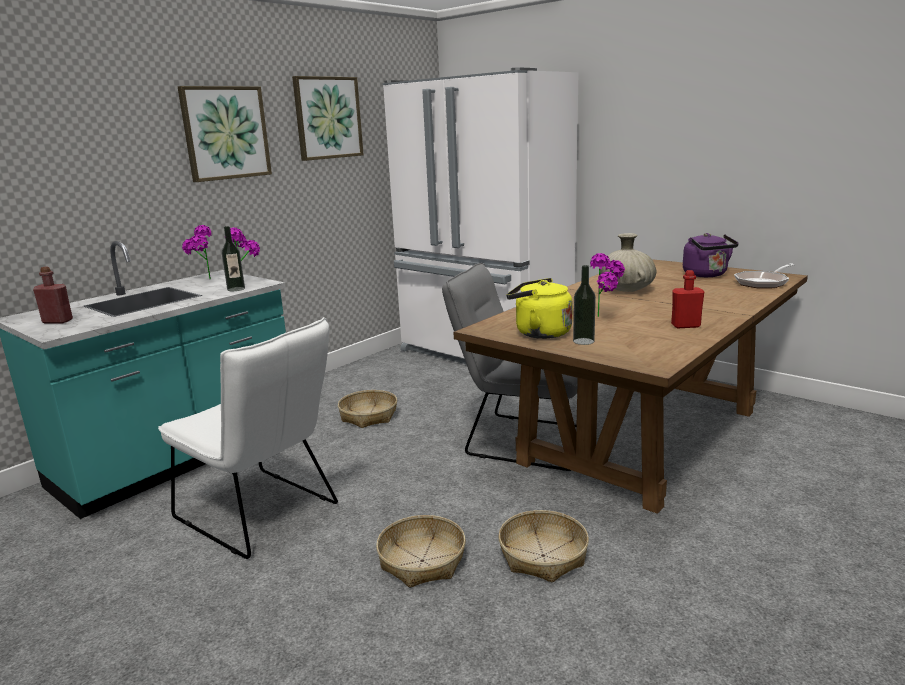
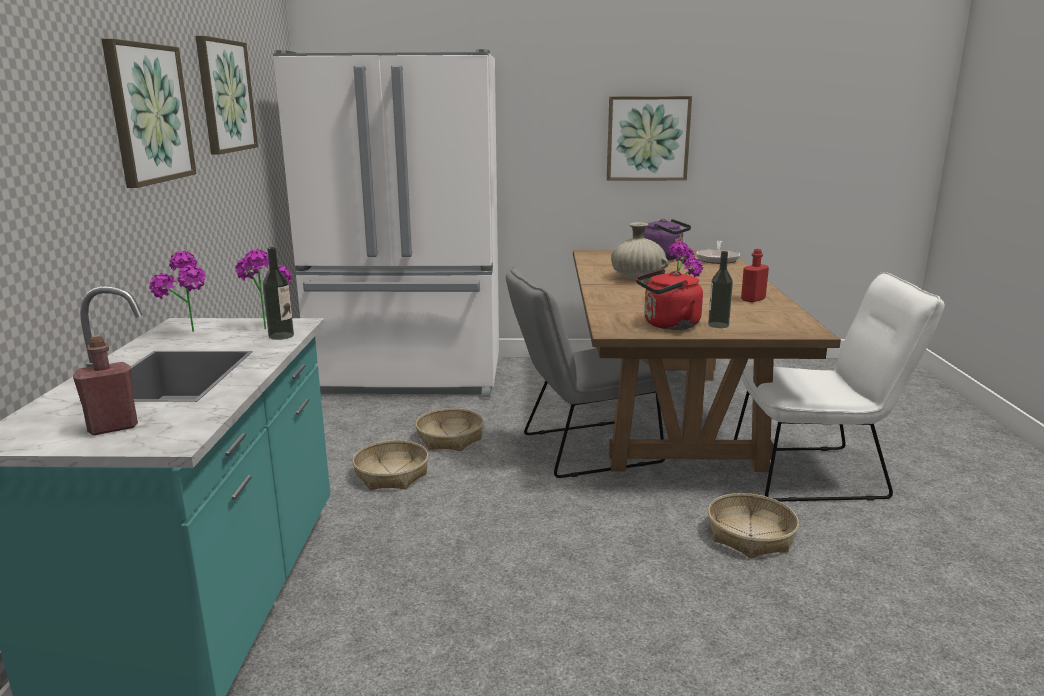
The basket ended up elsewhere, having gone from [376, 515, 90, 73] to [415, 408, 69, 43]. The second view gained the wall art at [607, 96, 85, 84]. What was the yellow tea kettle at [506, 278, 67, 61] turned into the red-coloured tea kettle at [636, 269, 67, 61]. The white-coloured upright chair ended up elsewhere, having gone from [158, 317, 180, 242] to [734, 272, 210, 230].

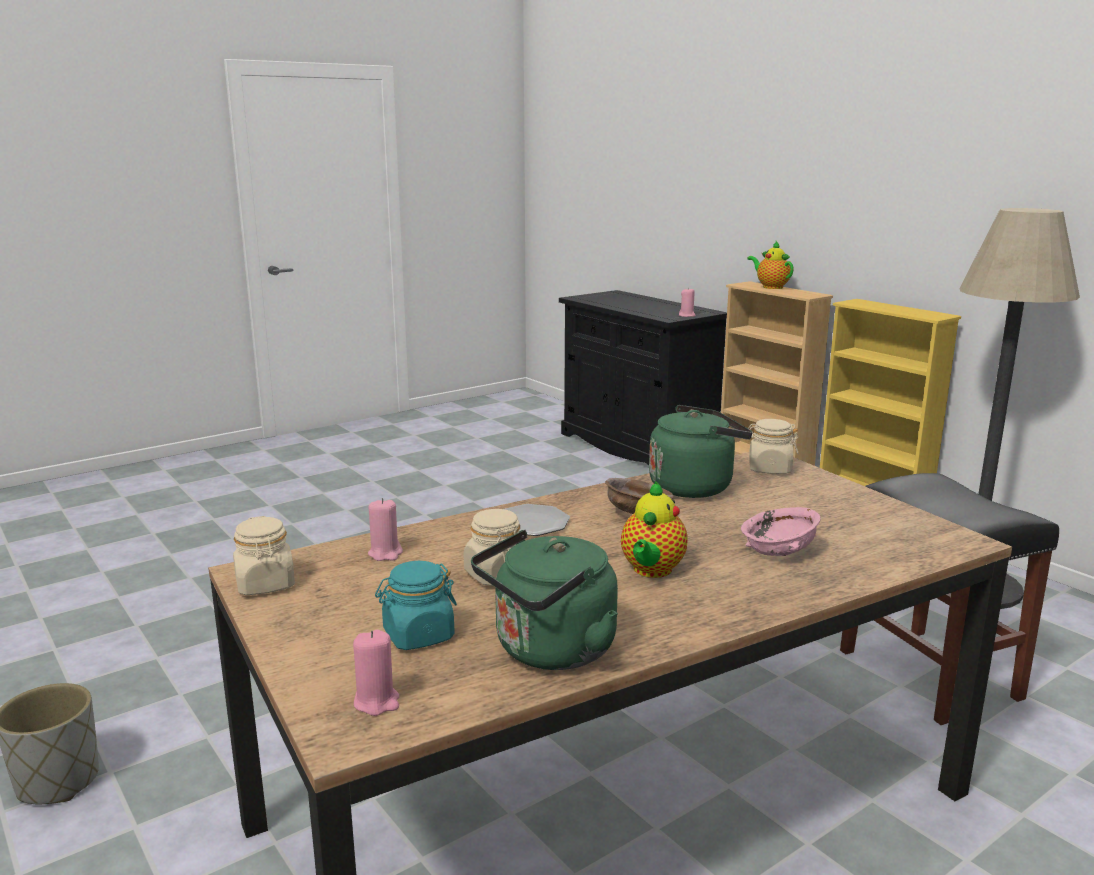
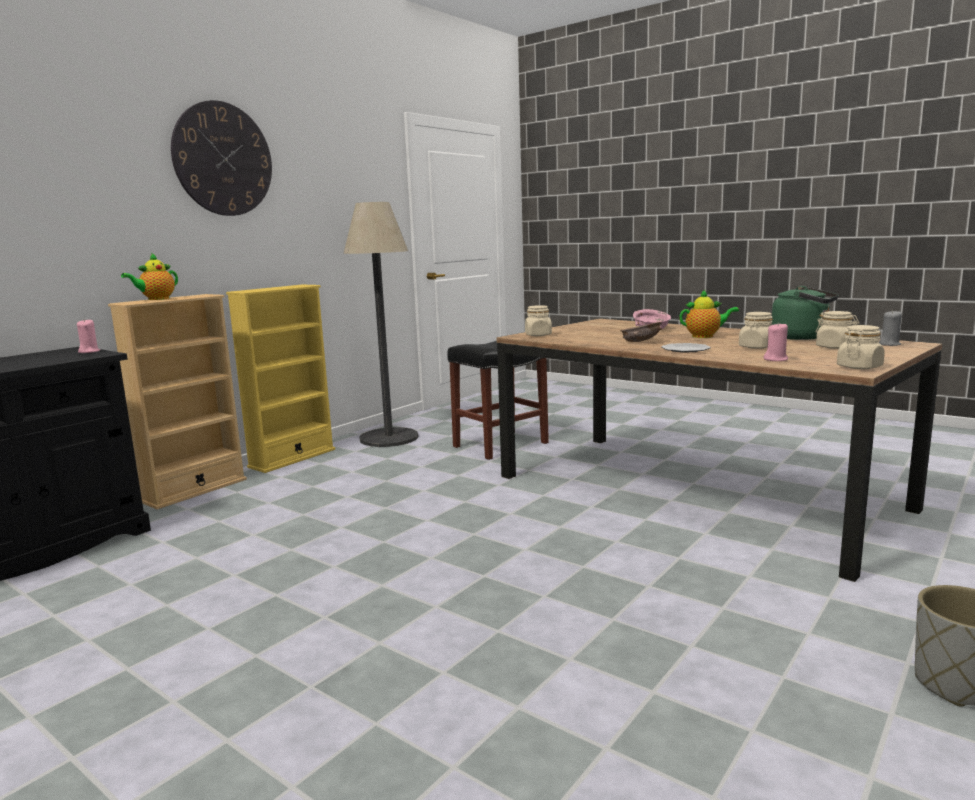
The second view gained the clock on the wall at [171, 100, 101, 116]. What was the turquoise jar at [375, 561, 82, 89] turned into the sand-coloured jar at [816, 311, 43, 38]. What was the pink-coloured candle at [353, 630, 46, 86] turned into the gray candle at [878, 310, 24, 36]. The second view lost the green tea kettle at [649, 405, 103, 93].

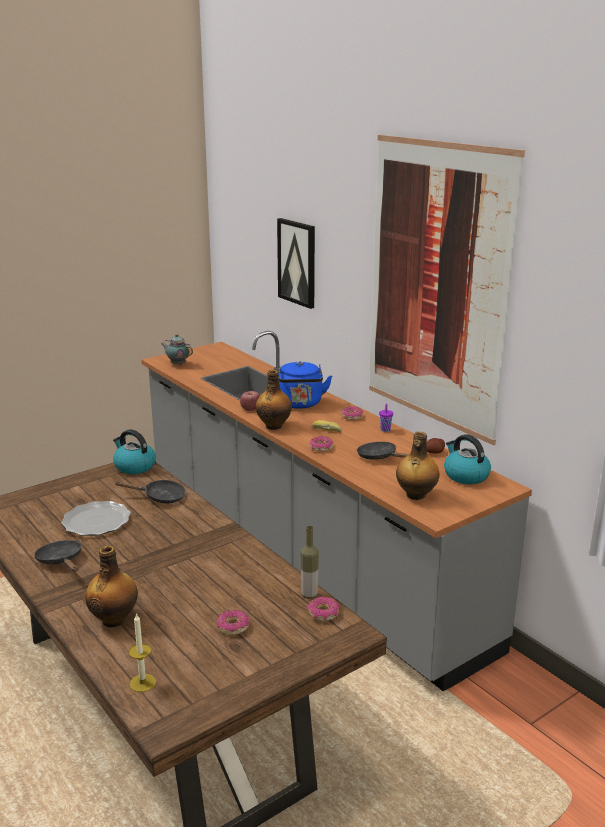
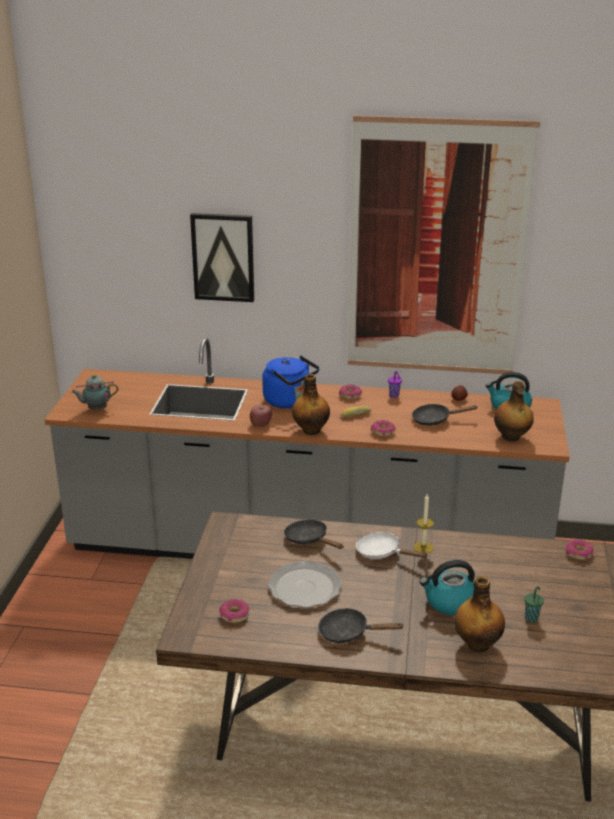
The doughnut ended up elsewhere, having gone from [217, 609, 32, 26] to [219, 599, 30, 24]. The black-coloured pan at [116, 480, 70, 23] ended up facing another way, 90 degrees counterclockwise from before. The second view gained the white-coloured pan at [356, 532, 71, 27]. The candle ended up elsewhere, having gone from [128, 613, 28, 79] to [414, 494, 20, 59]. The tea kettle ended up elsewhere, having gone from [113, 429, 43, 45] to [420, 560, 55, 56]. The second view gained the green small cup at [525, 586, 19, 37]. The second view lost the beverage bottle at [301, 526, 18, 73].

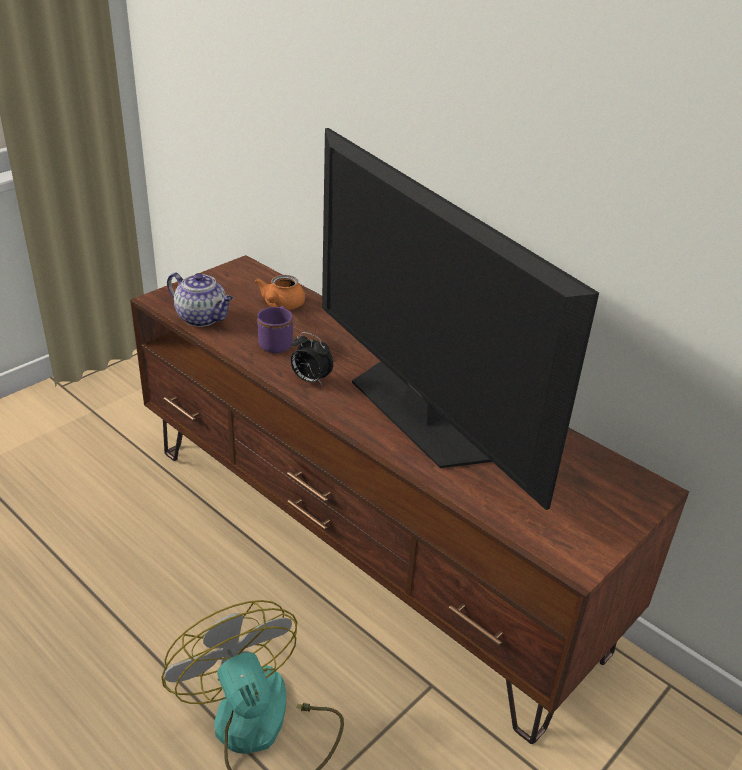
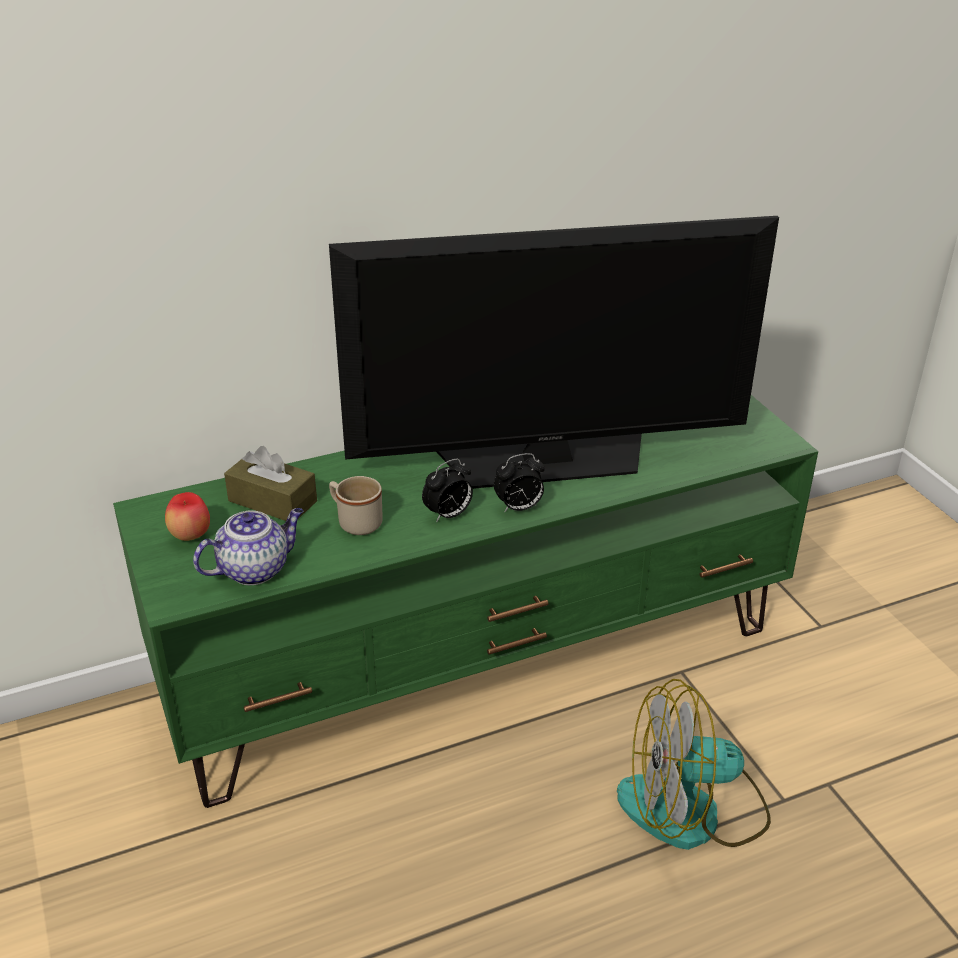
What was the brown-coloured tv stand at [130, 255, 559, 489] turned into the green tv stand at [113, 395, 705, 413]. The second view gained the whole apple at [165, 492, 45, 49]. Where the orange tea pot stood at [255, 275, 50, 35], the brown-coloured tissue box came to stand at [224, 446, 93, 75]. What was the purple mug at [257, 306, 36, 47] turned into the sand-coloured mug at [329, 476, 54, 59]. The second view gained the table clock at [494, 453, 51, 59].

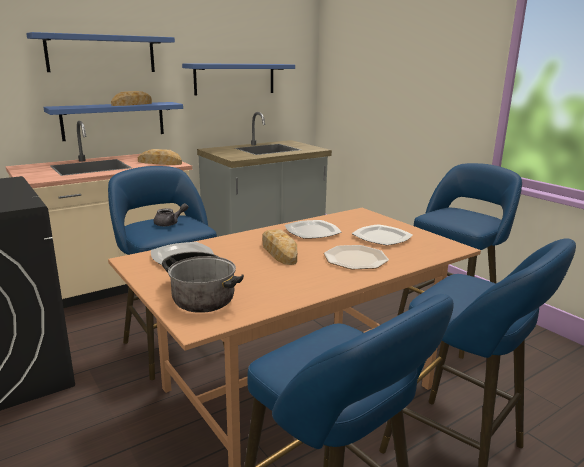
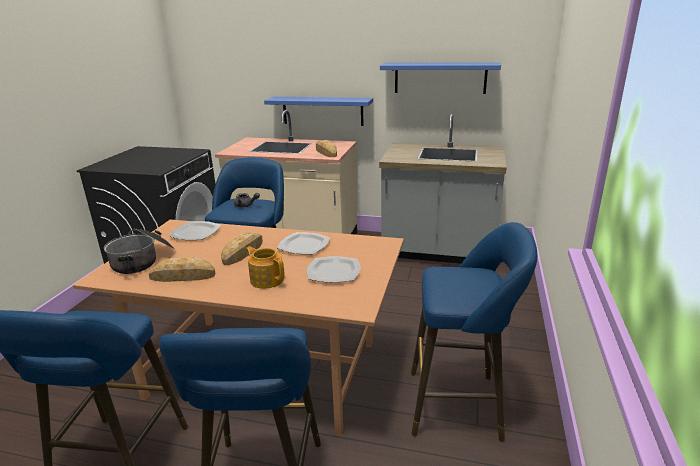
The bread ended up elsewhere, having gone from [111, 91, 41, 15] to [149, 257, 67, 25]. Where the plate stood at [324, 245, 65, 24], the tea pot came to stand at [246, 246, 39, 43]. The second view lost the bluish bracket shelf at [26, 32, 149, 40].

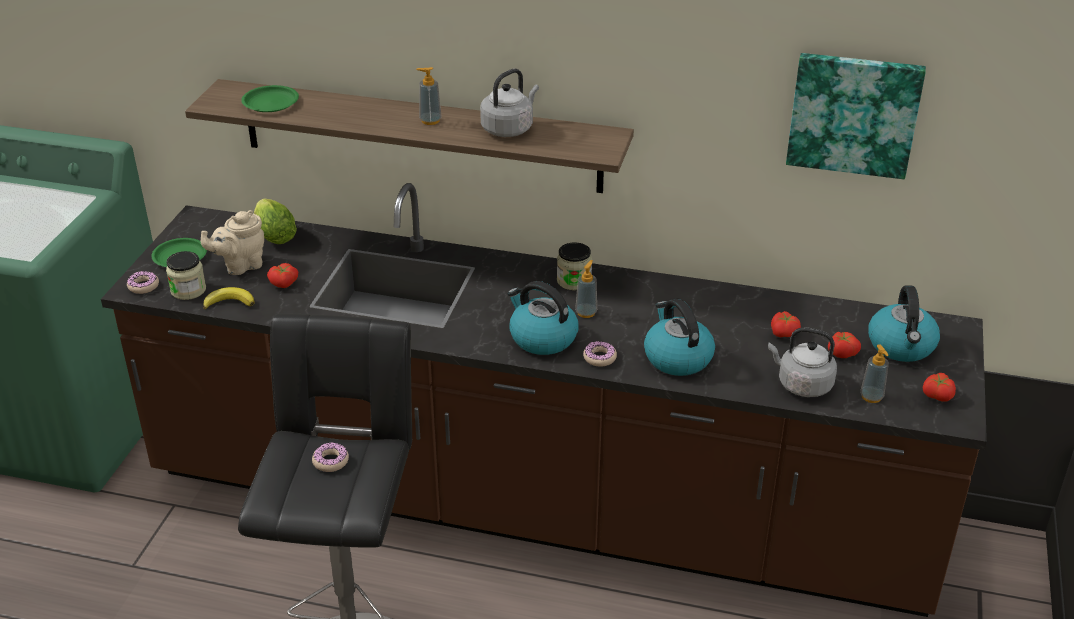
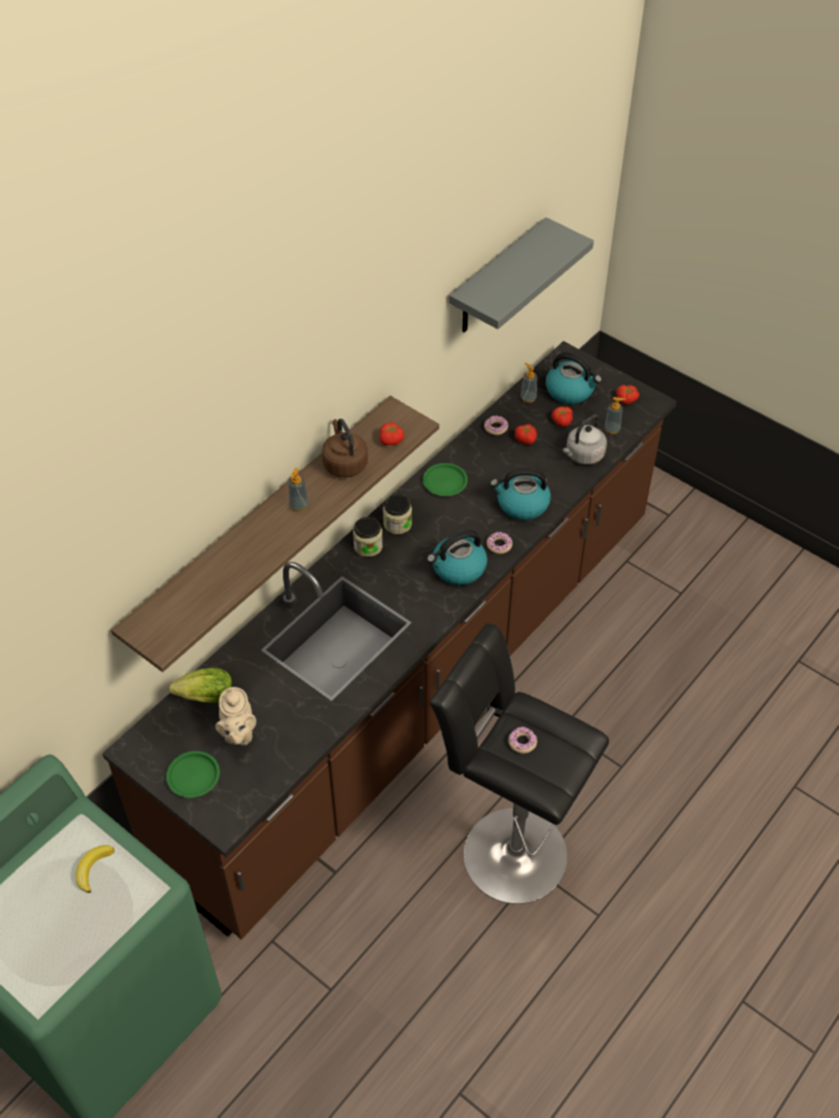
The banana fruit ended up elsewhere, having gone from [203, 287, 52, 22] to [75, 845, 40, 48]. What was the gray tea kettle at [480, 69, 59, 68] turned into the brown-coloured tea kettle at [322, 419, 46, 58]. The jar ended up elsewhere, having gone from [166, 251, 40, 49] to [353, 517, 30, 40]. The fresh tomato ended up elsewhere, having gone from [267, 263, 31, 25] to [380, 422, 24, 23]. The green plate ended up elsewhere, having gone from [241, 85, 58, 27] to [423, 463, 45, 33]. Where the wall art hung at [786, 53, 140, 126], the gray bracket shelf came to hang at [449, 217, 145, 115]. The doughnut ended up elsewhere, having gone from [127, 271, 32, 23] to [484, 415, 24, 20]. The soap dispenser ended up elsewhere, having gone from [575, 260, 22, 58] to [520, 363, 17, 40].

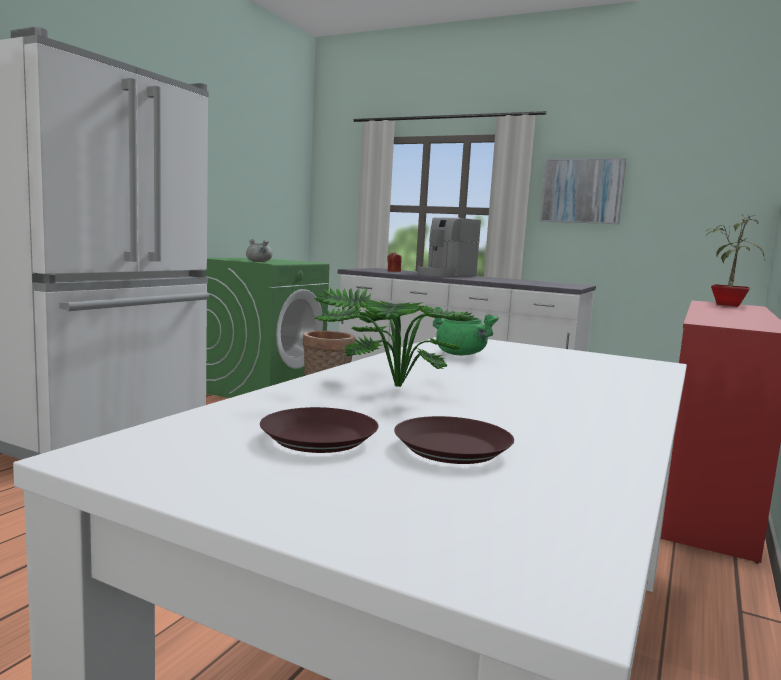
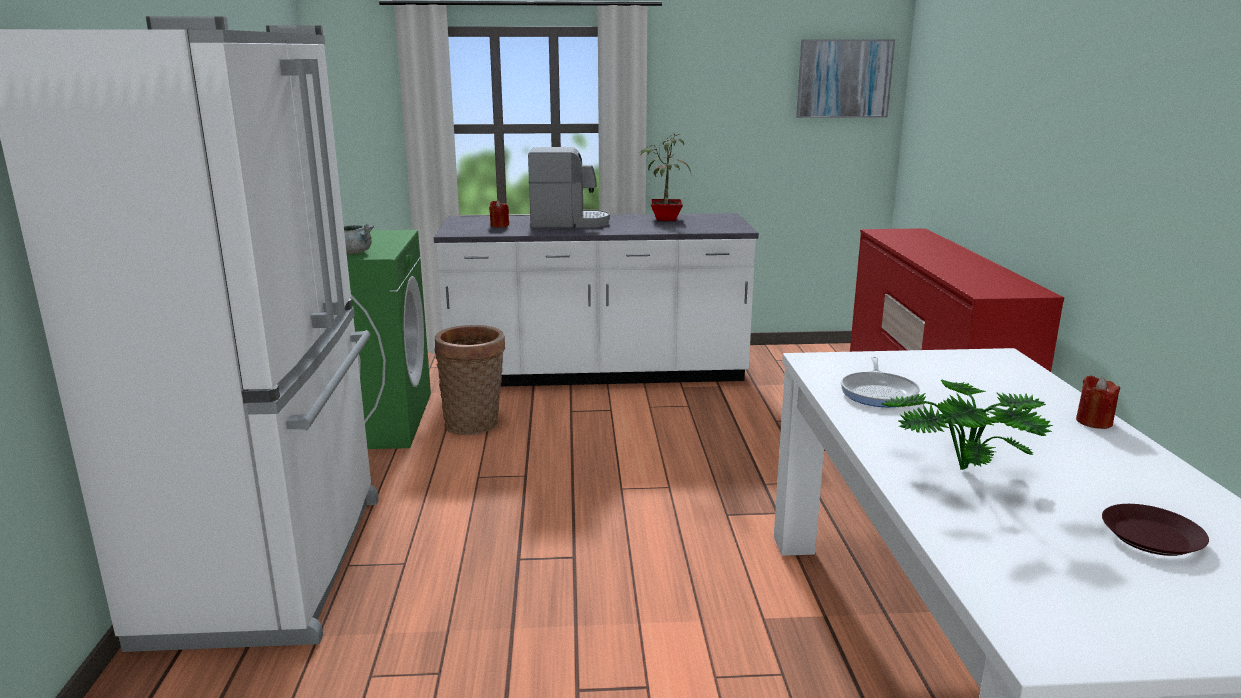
The coffee brewer at [417, 217, 64, 60] ended up facing another way, 105 degrees counterclockwise from before. The potted plant ended up elsewhere, having gone from [704, 215, 60, 91] to [639, 133, 52, 88]. The wall art ended up elsewhere, having gone from [540, 158, 86, 66] to [796, 39, 99, 79]. Where the green stockpot stood at [433, 307, 66, 48], the pan came to stand at [841, 356, 79, 51]. The second view gained the red-coloured candle at [1076, 375, 44, 54]. The second view lost the brown-coloured plate at [260, 407, 119, 46].

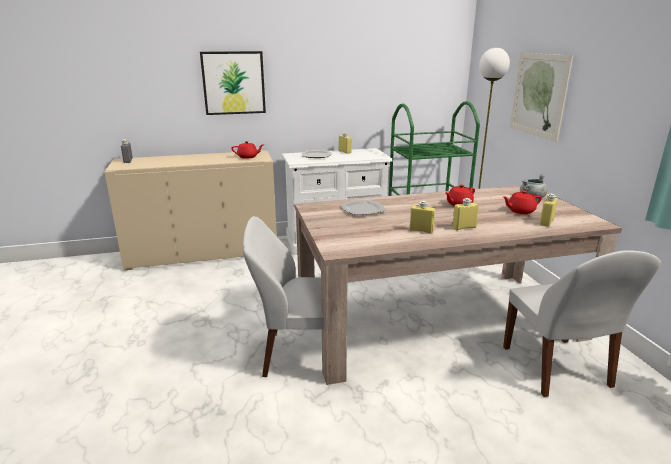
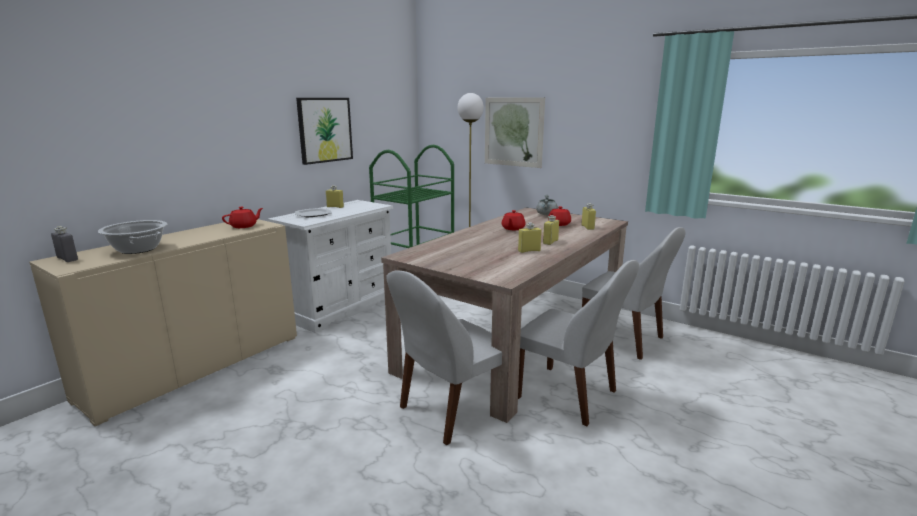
The second view gained the stockpot at [98, 220, 69, 34]. The wall art ended up elsewhere, having gone from [200, 51, 66, 64] to [296, 98, 57, 67]. The second view gained the white-coloured upright chair at [518, 260, 121, 166]. The second view lost the plate at [341, 200, 45, 15].

